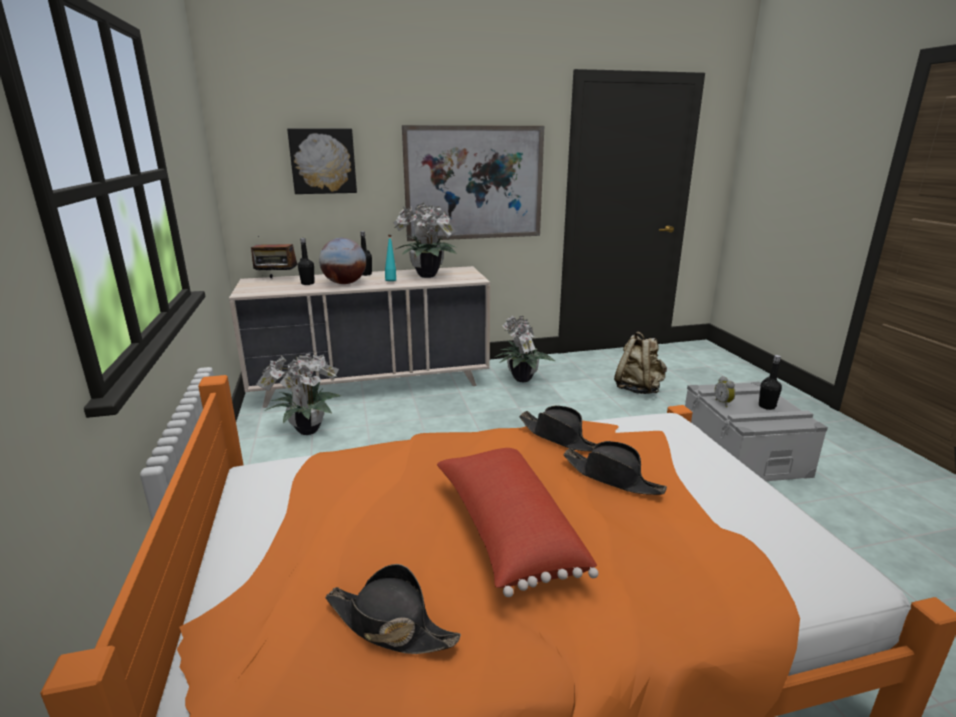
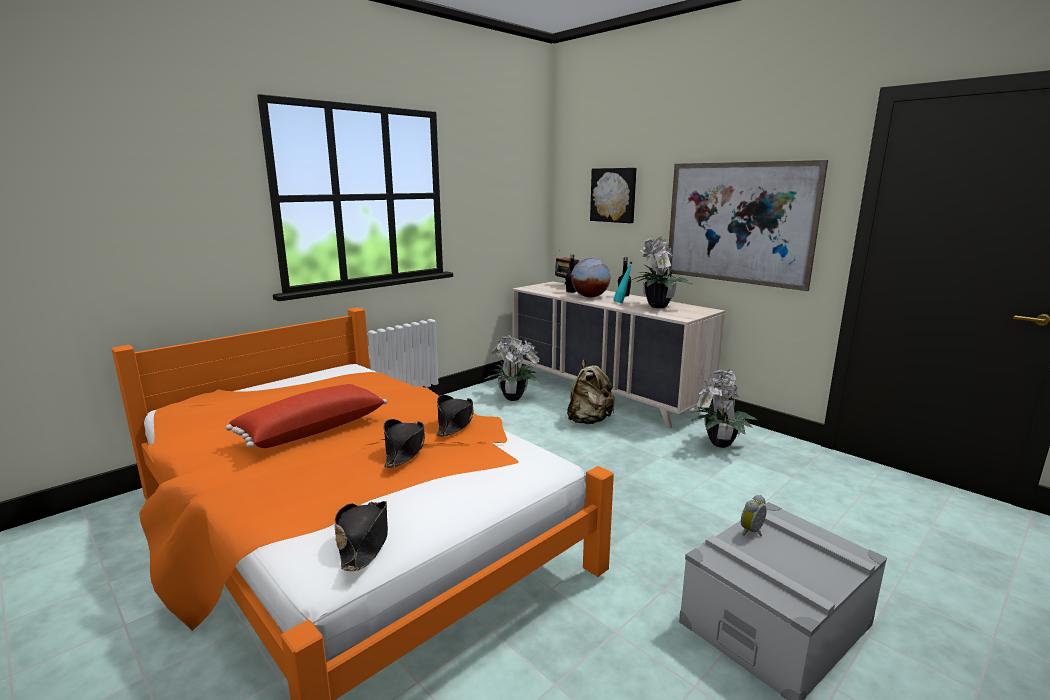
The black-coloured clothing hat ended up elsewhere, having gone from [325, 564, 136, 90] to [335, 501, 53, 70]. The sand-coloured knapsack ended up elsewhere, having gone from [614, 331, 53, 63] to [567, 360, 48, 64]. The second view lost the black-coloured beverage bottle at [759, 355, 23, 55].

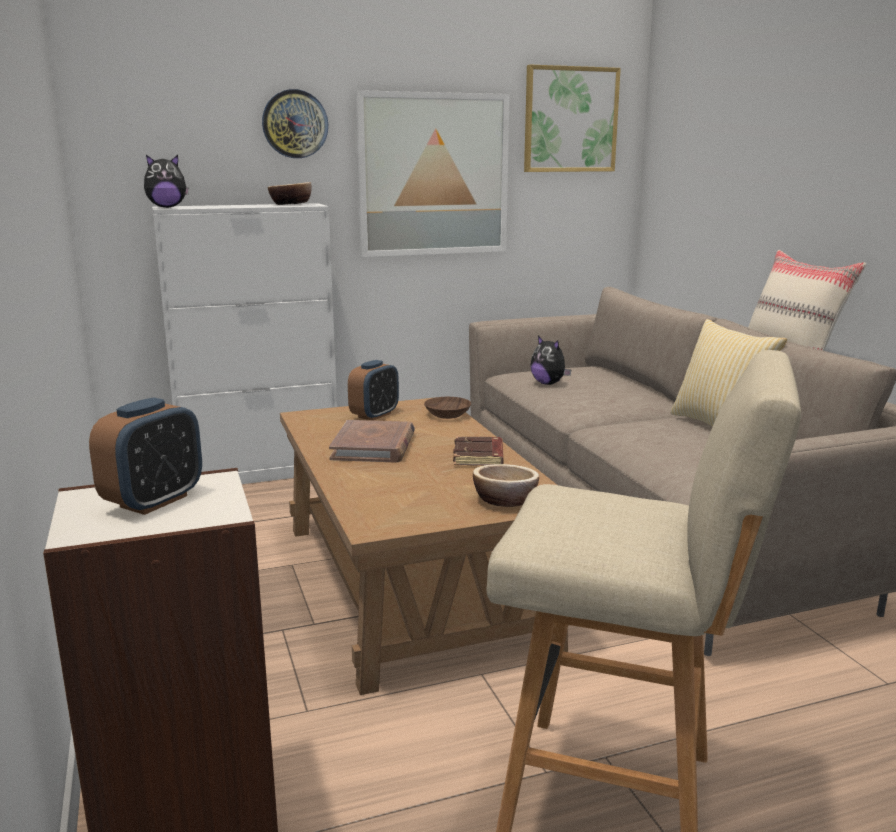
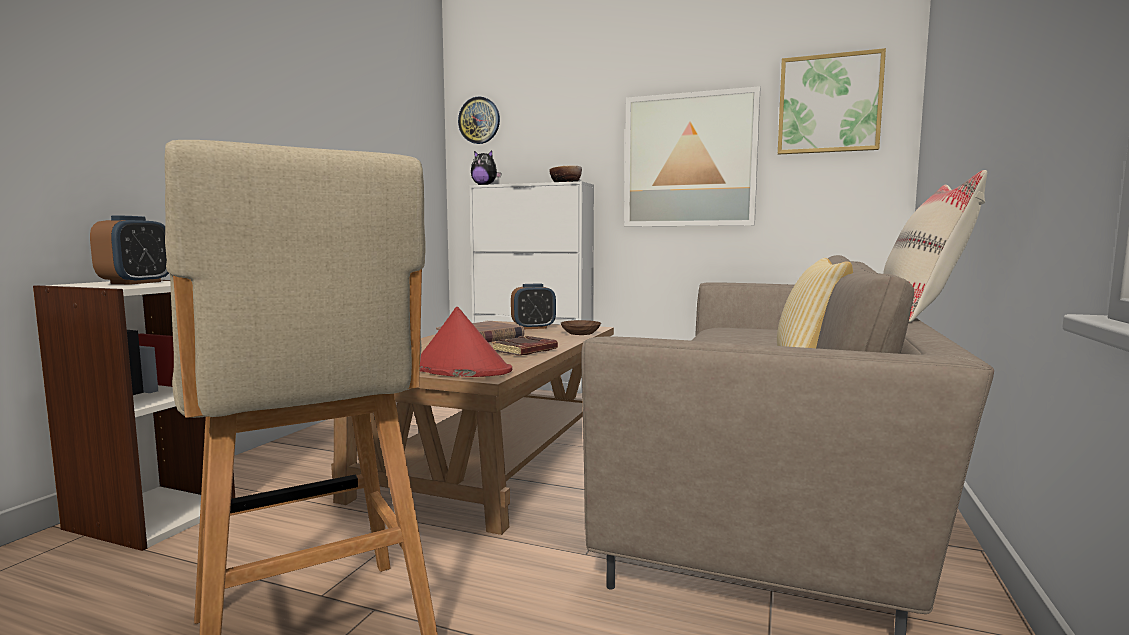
The table clock at [89, 397, 113, 118] ended up facing another way, 60 degrees counterclockwise from before. Where the bowl stood at [473, 464, 66, 43], the red-coloured clothing hat came to stand at [420, 307, 92, 70]. The clock on the wall ended up elsewhere, having gone from [262, 89, 66, 69] to [458, 96, 42, 48]. The second view lost the cuddly toy at [530, 336, 41, 49].

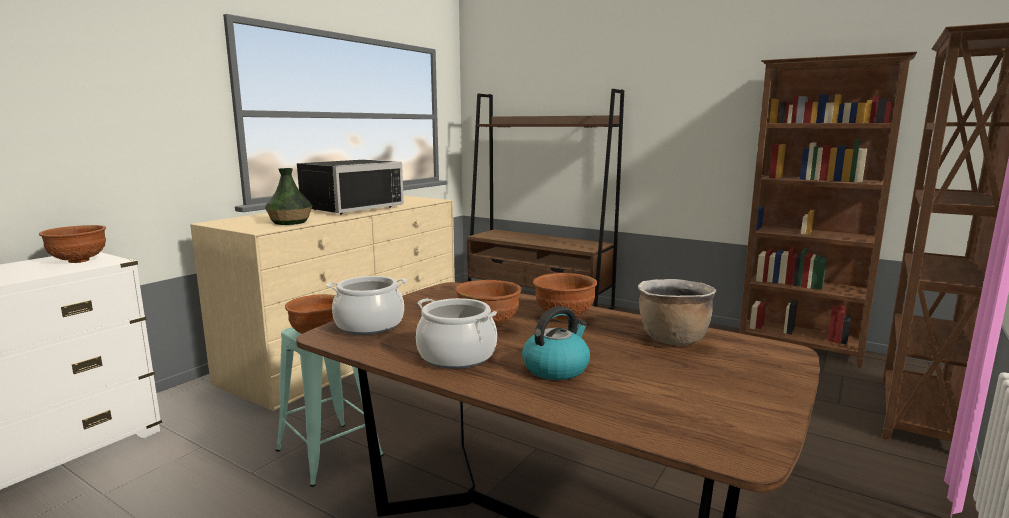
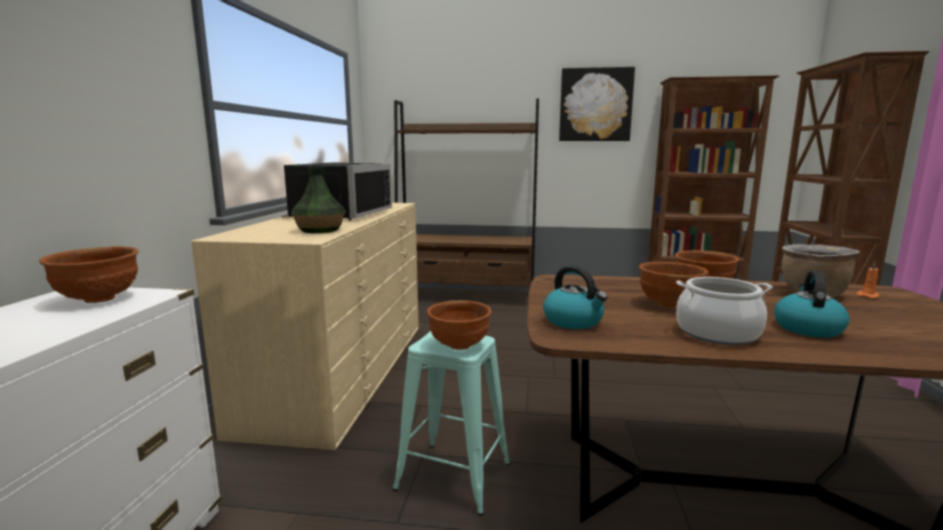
Where the stockpot stood at [327, 276, 80, 59], the tea kettle came to stand at [543, 265, 65, 64]. The second view gained the wall art at [559, 67, 76, 74]. The second view gained the orange candle at [856, 261, 24, 37].

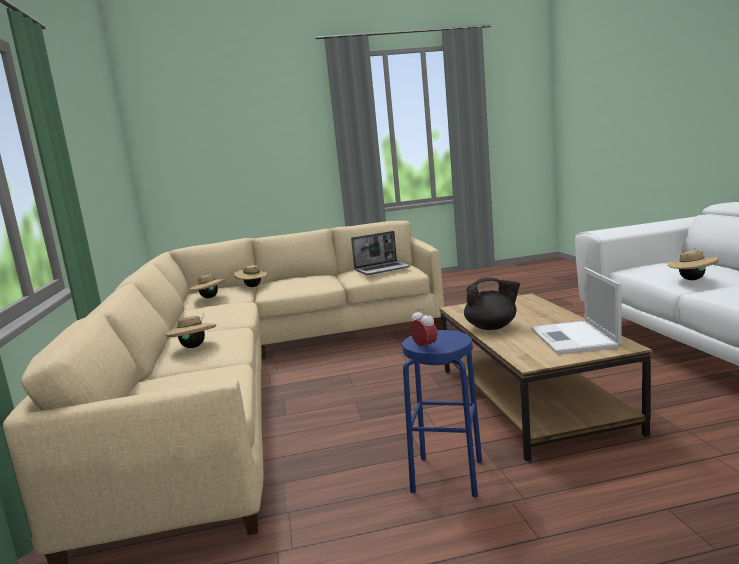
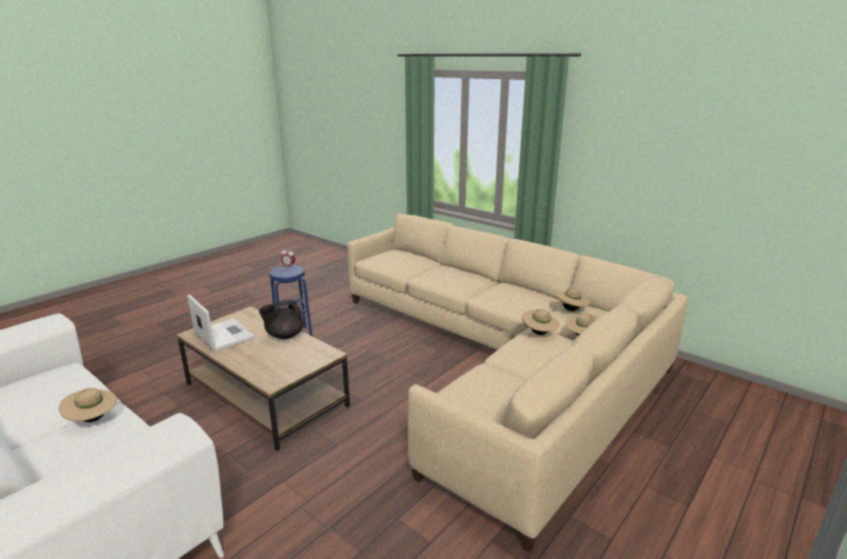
The sand-coloured clothing hat ended up elsewhere, having gone from [166, 312, 50, 36] to [522, 309, 37, 26]. The second view lost the notebook computer at [351, 231, 60, 44].

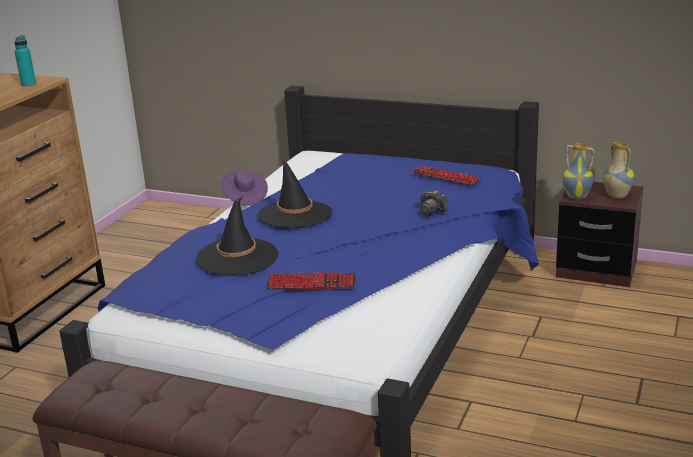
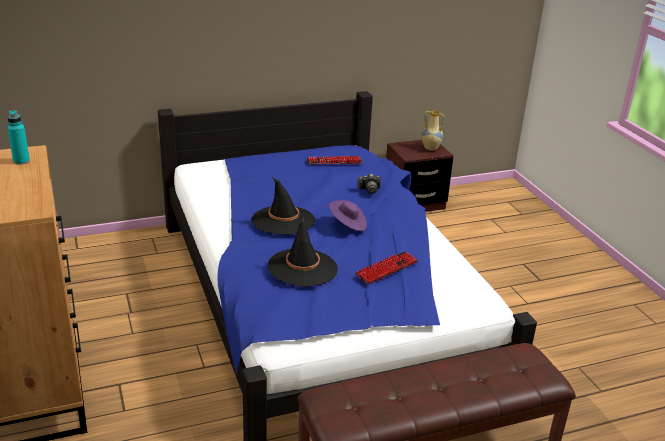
The purple clothing hat ended up elsewhere, having gone from [221, 170, 47, 36] to [328, 200, 39, 31]. The second view lost the vase at [563, 143, 32, 57].

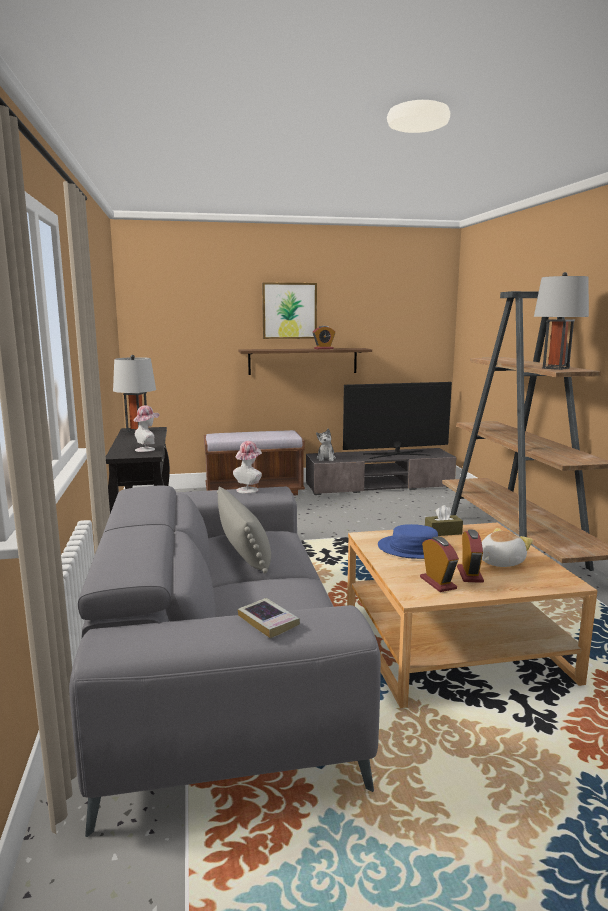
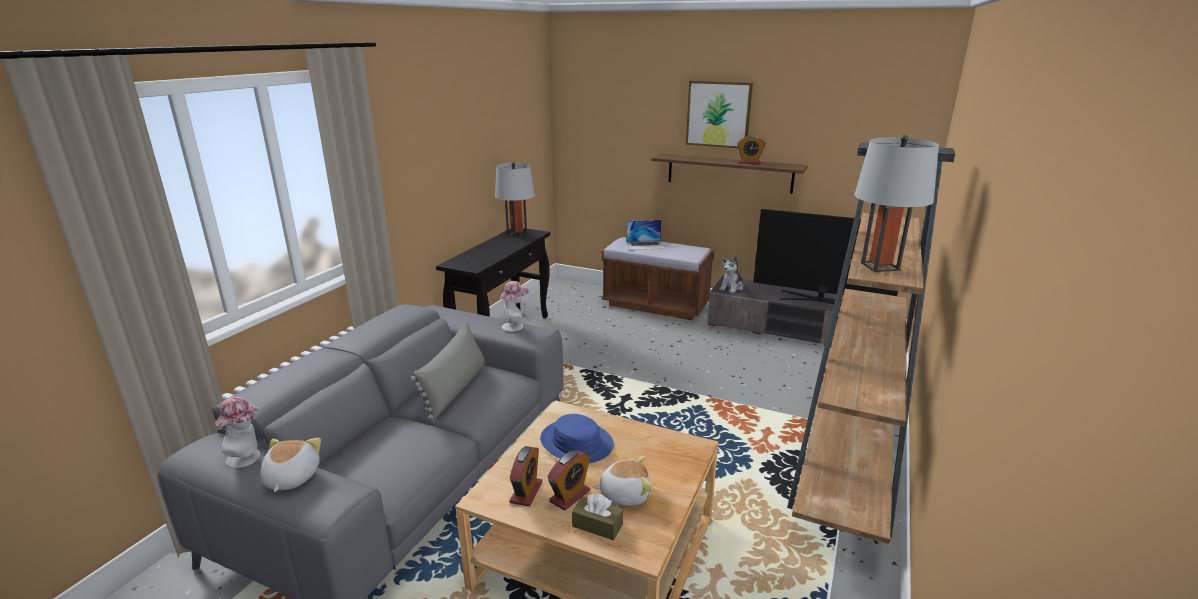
The clothing hat ended up elsewhere, having gone from [133, 405, 26, 47] to [215, 396, 45, 72]. Where the bound book stood at [238, 598, 62, 40], the cuddly toy came to stand at [260, 438, 61, 54]. The brown-coloured tissue box ended up elsewhere, having gone from [425, 505, 38, 31] to [572, 493, 51, 47]. The second view gained the notebook computer at [626, 220, 39, 30].

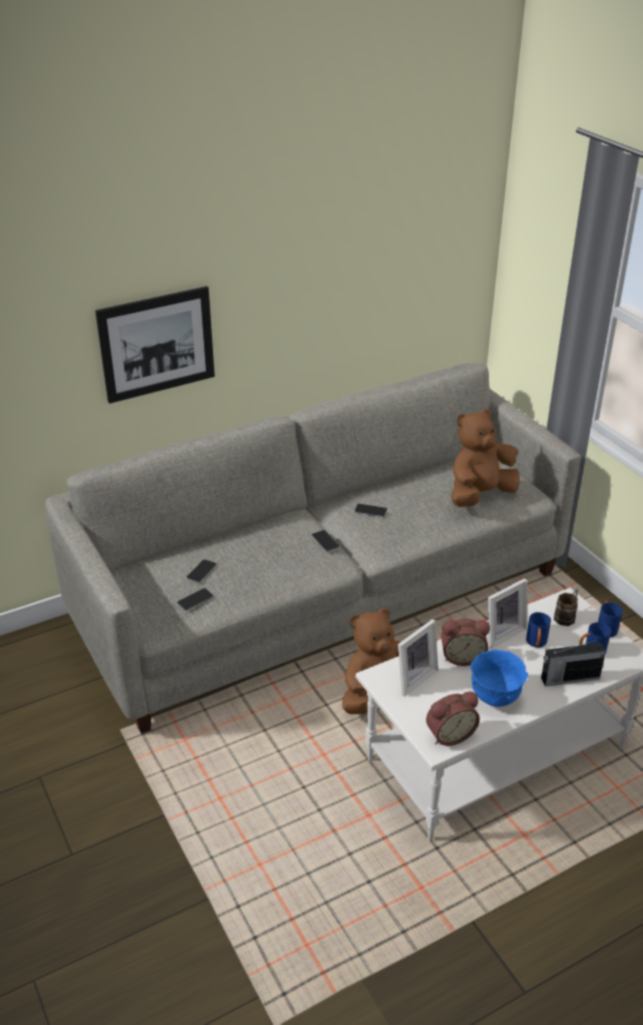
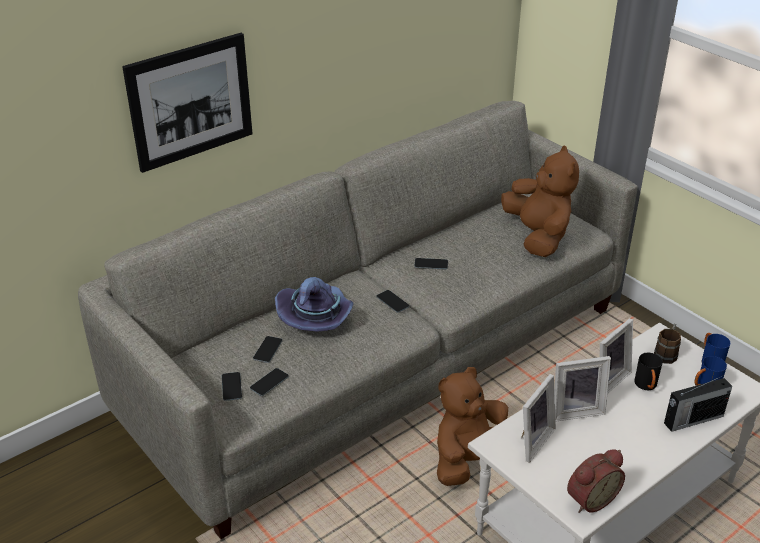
The second view gained the handset at [222, 372, 20, 29]. The second view gained the purple clothing hat at [275, 277, 79, 55]. The brown-coloured cuddly toy at [451, 408, 69, 99] ended up facing another way, 120 degrees clockwise from before. Where the table clock stood at [441, 619, 49, 47], the standing frame came to stand at [554, 356, 57, 66]. What was the bluish mug at [526, 612, 25, 35] turned into the black-coloured mug at [634, 353, 29, 37]. The second view lost the bluish bowl at [471, 650, 57, 57].

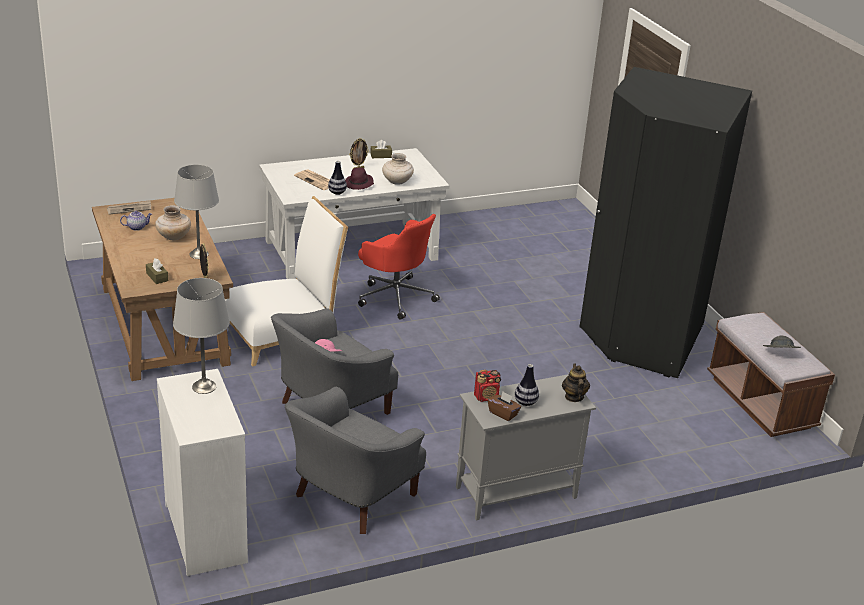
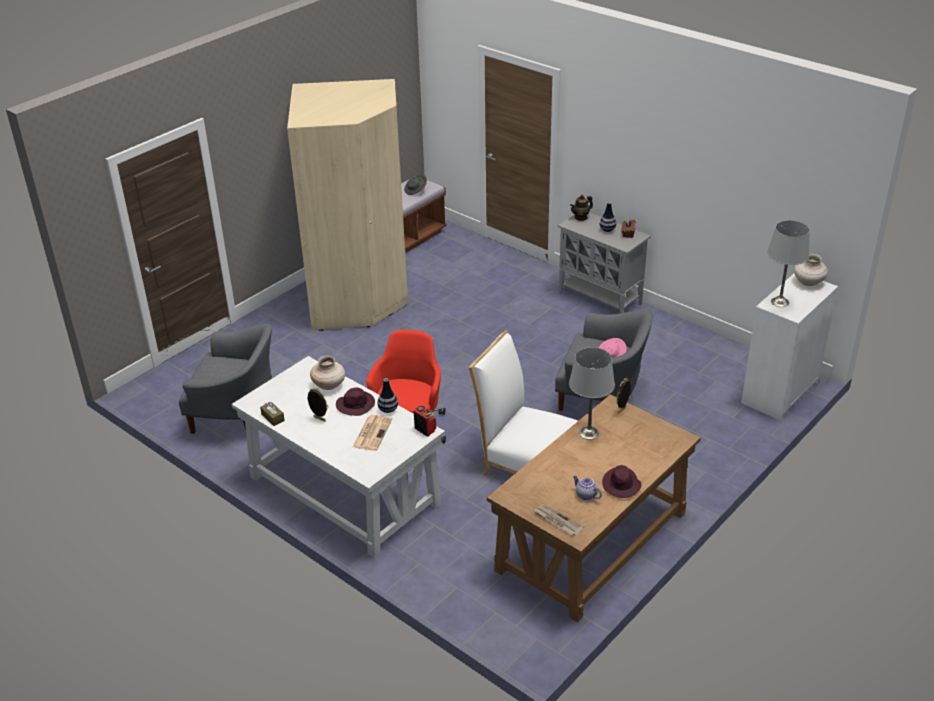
The gray armchair ended up elsewhere, having gone from [285, 387, 141, 147] to [179, 324, 93, 110]. What was the black-coloured clothes cupboard at [580, 67, 172, 311] turned into the sand-coloured clothes cupboard at [287, 79, 121, 252]. The radio receiver ended up elsewhere, having gone from [474, 370, 27, 32] to [414, 406, 22, 31]. The second view gained the purple clothing hat at [602, 465, 39, 33]. The sand-coloured vase ended up elsewhere, having gone from [155, 205, 36, 35] to [794, 254, 34, 32]. The second view lost the brown-coloured tissue box at [146, 258, 22, 26].

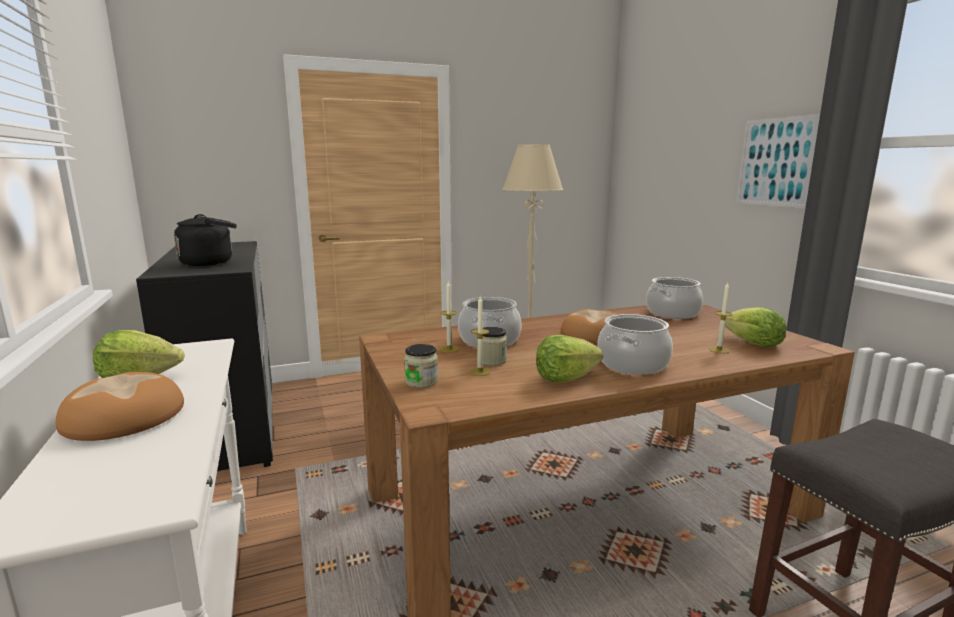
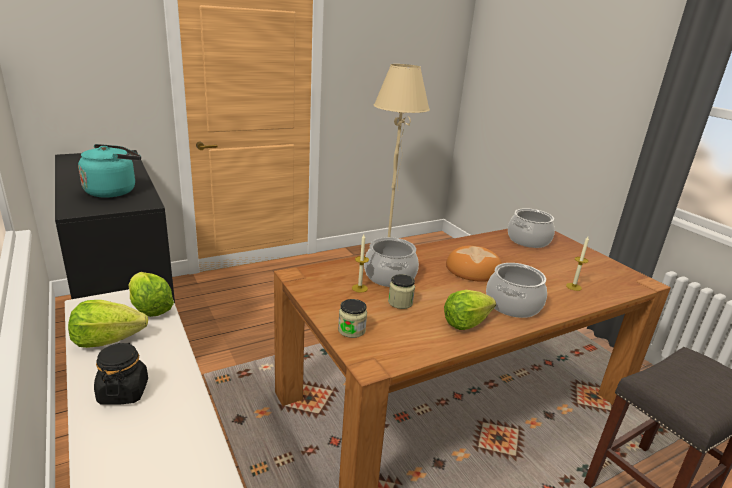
What was the black-coloured tea kettle at [174, 214, 63, 52] turned into the turquoise tea kettle at [78, 144, 63, 54]. Where the bread stood at [56, 372, 128, 69], the black-coloured jar came to stand at [94, 342, 54, 63]. The head of lettuce ended up elsewhere, having gone from [725, 307, 62, 41] to [128, 272, 46, 45]. The second view lost the candle at [470, 297, 21, 79]. The second view lost the wall art at [736, 114, 84, 94].

